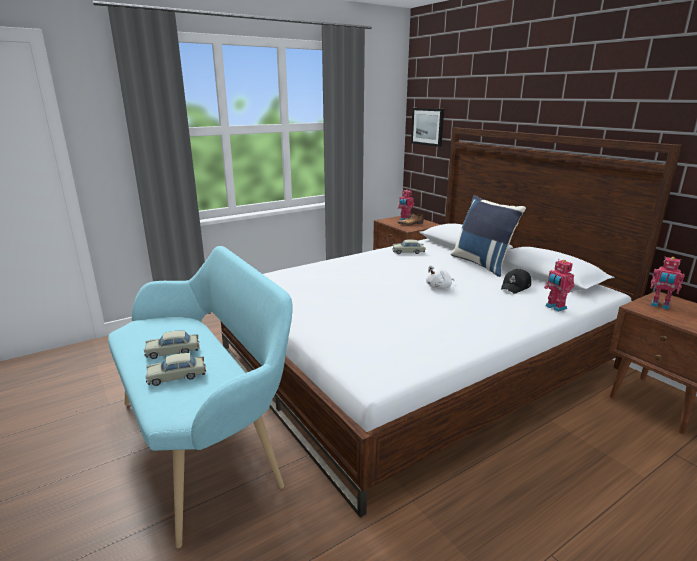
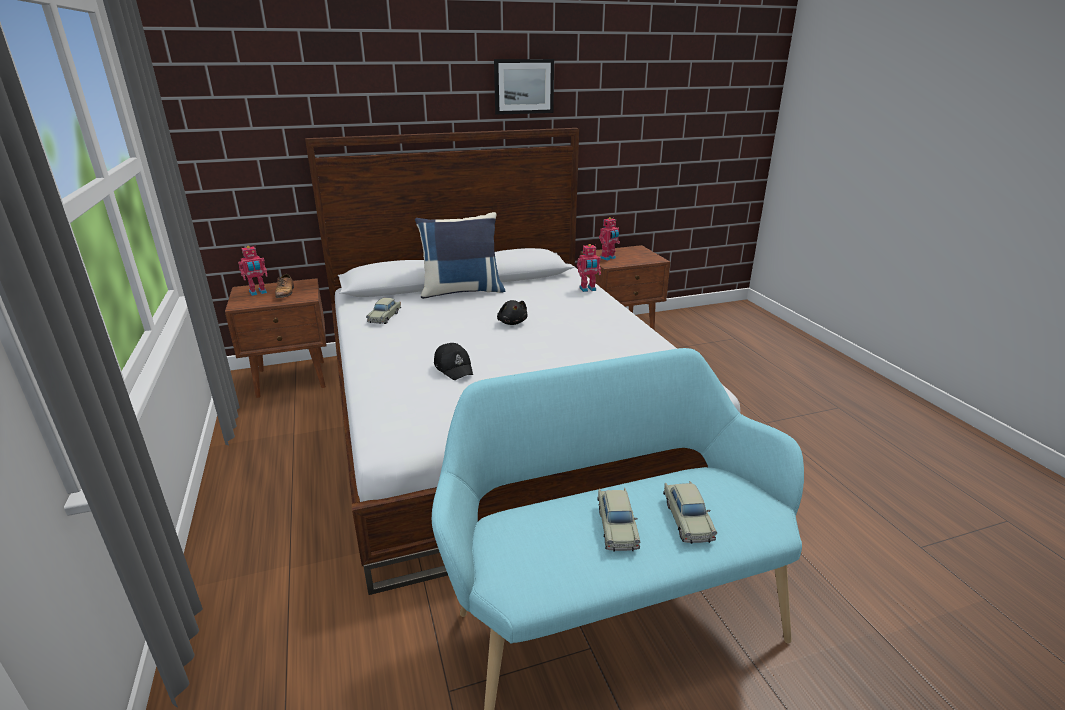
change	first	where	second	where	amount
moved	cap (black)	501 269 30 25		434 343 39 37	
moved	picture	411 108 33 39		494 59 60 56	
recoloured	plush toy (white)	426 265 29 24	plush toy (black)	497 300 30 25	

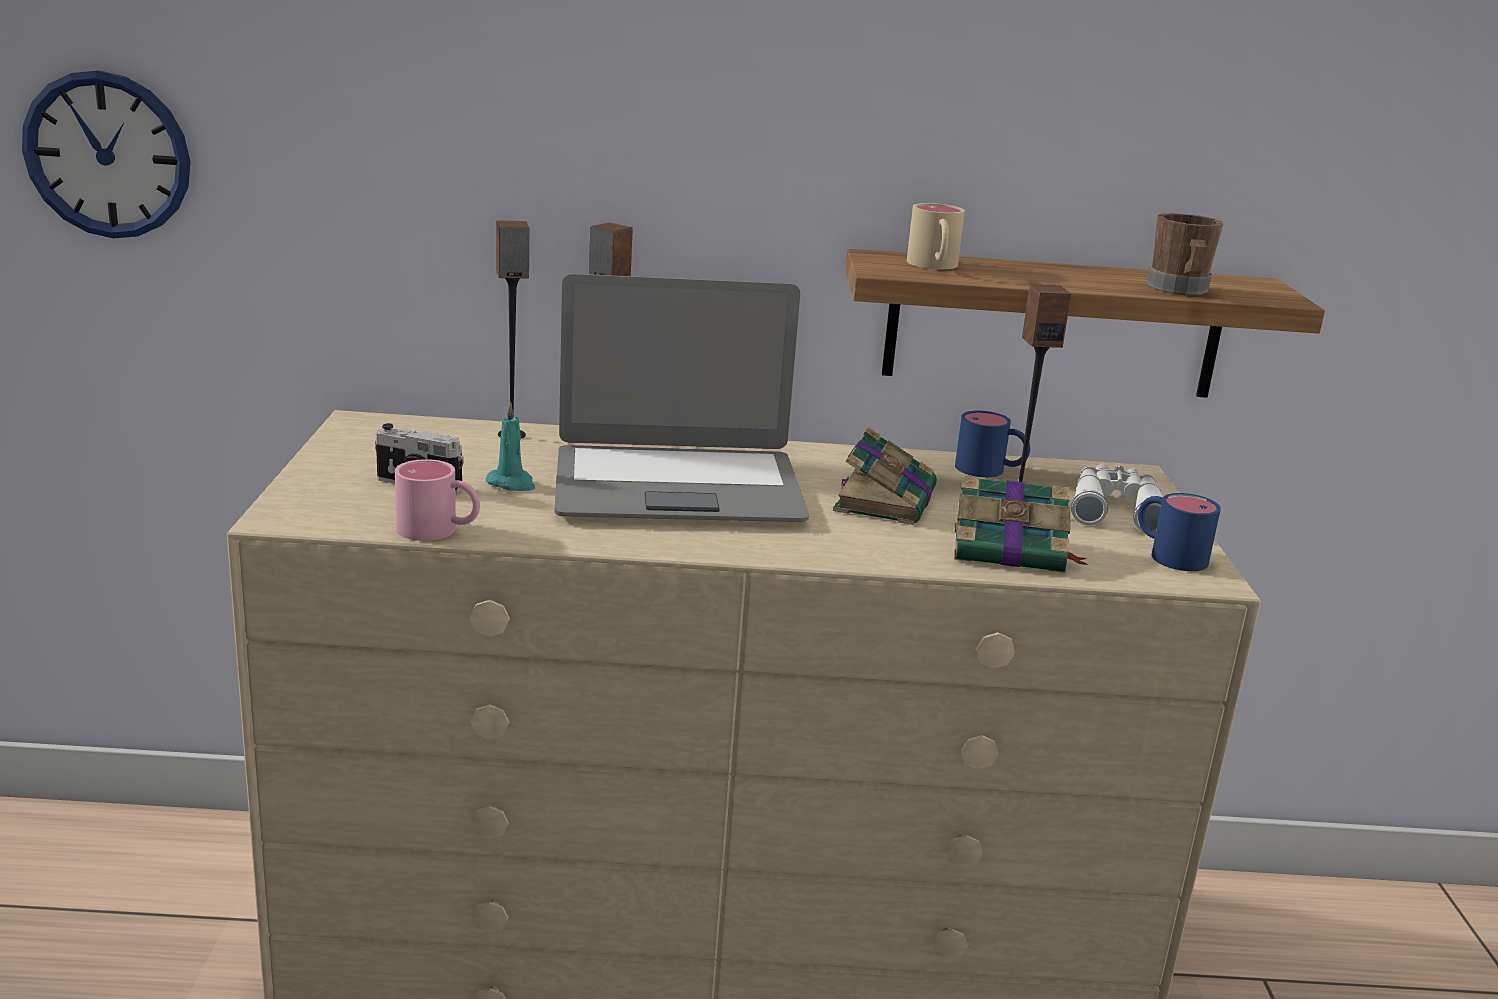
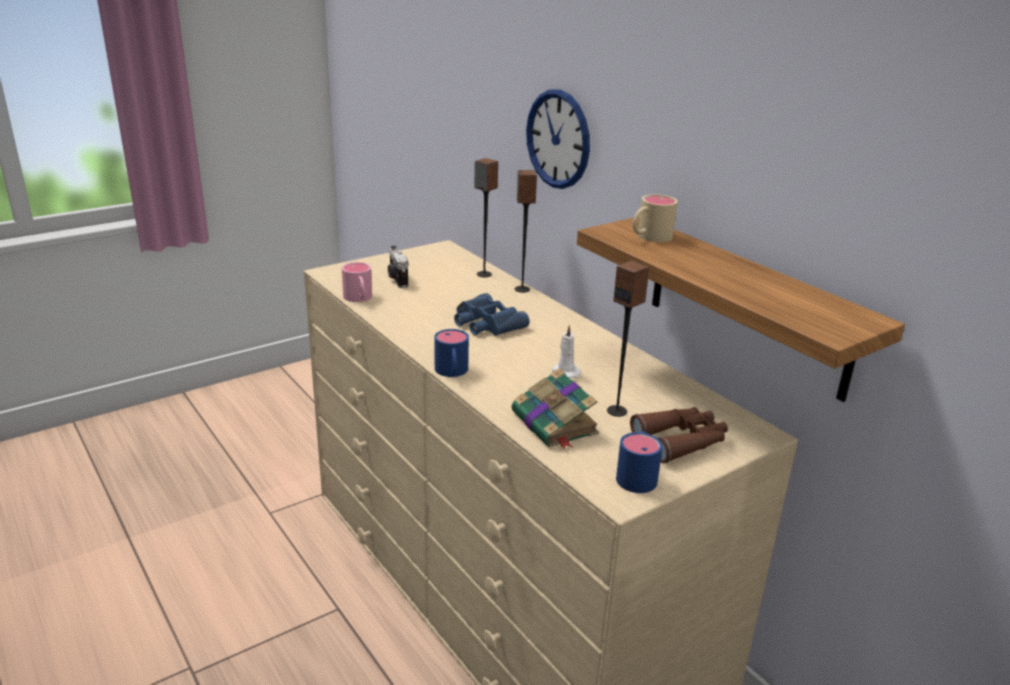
change	first	where	second	where	amount
moved	mug (blue)	955 411 75 66		434 329 35 48	
replaced	laptop	554 274 255 248	binoculars (blue)	454 293 75 43	
moved	wall clock	22 70 169 168		526 89 64 100	
replaced	book	833 427 104 98	candle (white)	552 325 29 53	
recoloured	binoculars (white)	1071 464 92 69	binoculars (brown)	630 407 98 56	
removed	candle (turquoise)	485 401 50 90			
removed	mug (brown)	1147 213 76 82			

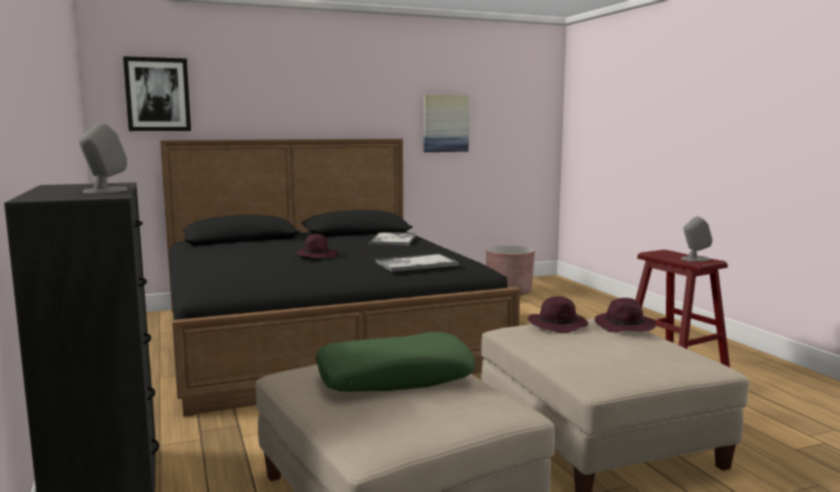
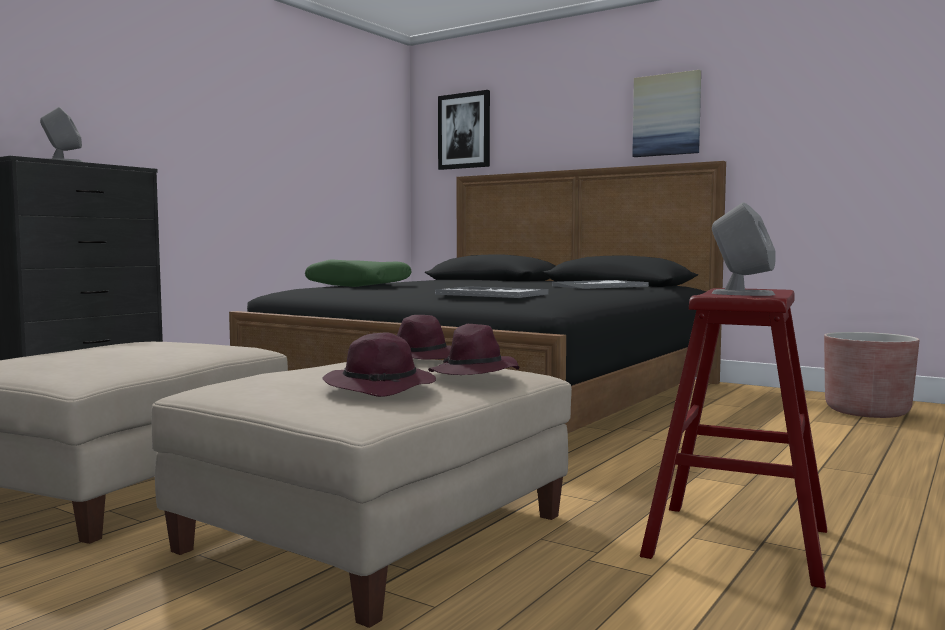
change	first	where	second	where	amount
moved	pillow (green)	316 332 159 60		305 259 106 28	
moved	hat (purple)	295 234 43 24		322 332 114 65	
moved	picture	424 95 45 57		632 70 69 87	

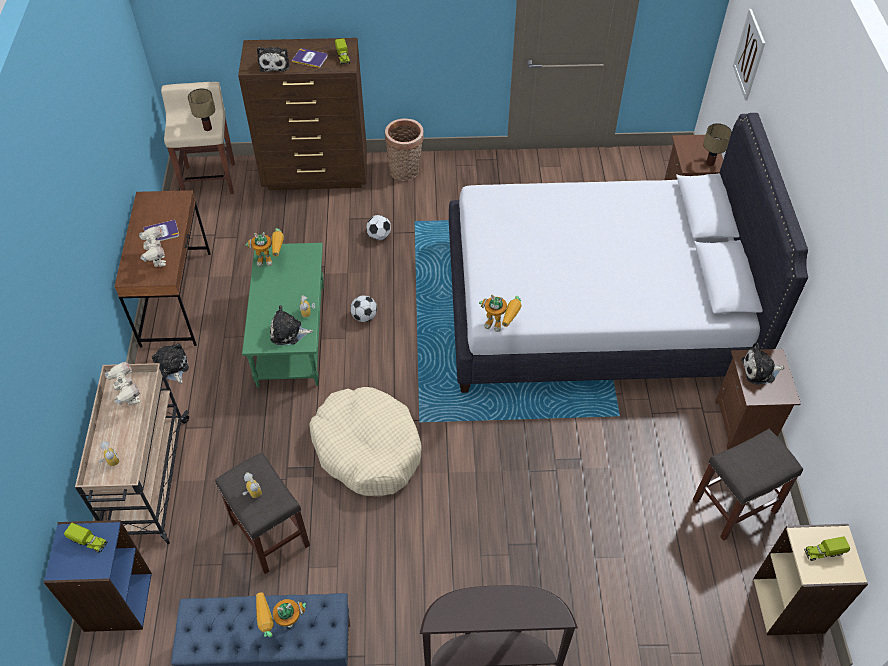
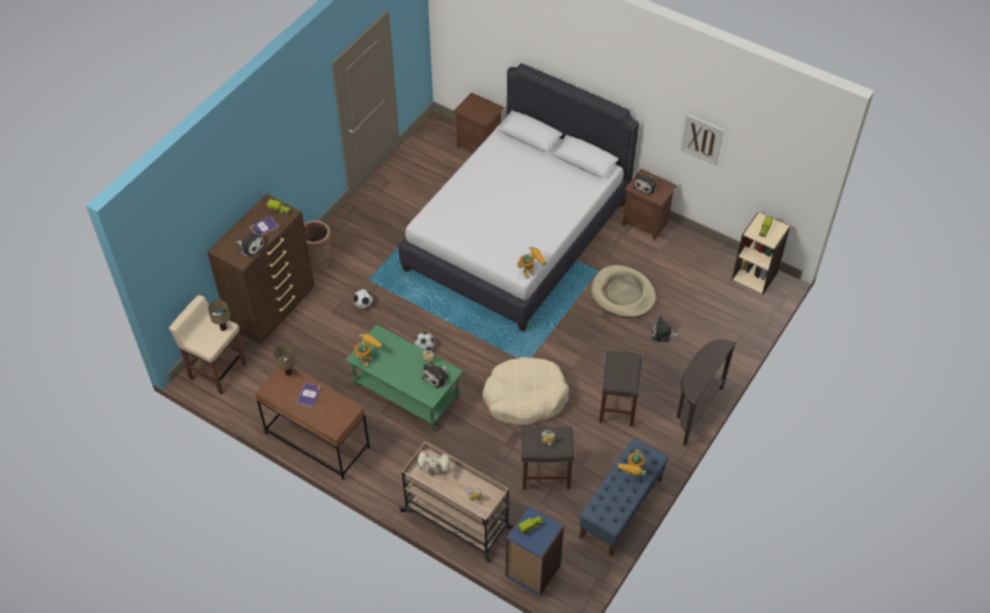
change	first	where	second	where	amount
moved	table lamp	703 123 29 43		274 345 22 31	
added			dog bed (beige)	591 265 65 53	
moved	stool (grey)	693 429 110 112		599 351 43 75	
moved	plush toy	152 343 37 41		651 315 29 27	
moved	picture	733 9 32 92		681 114 43 51	
removed	toy robot	139 226 27 41			

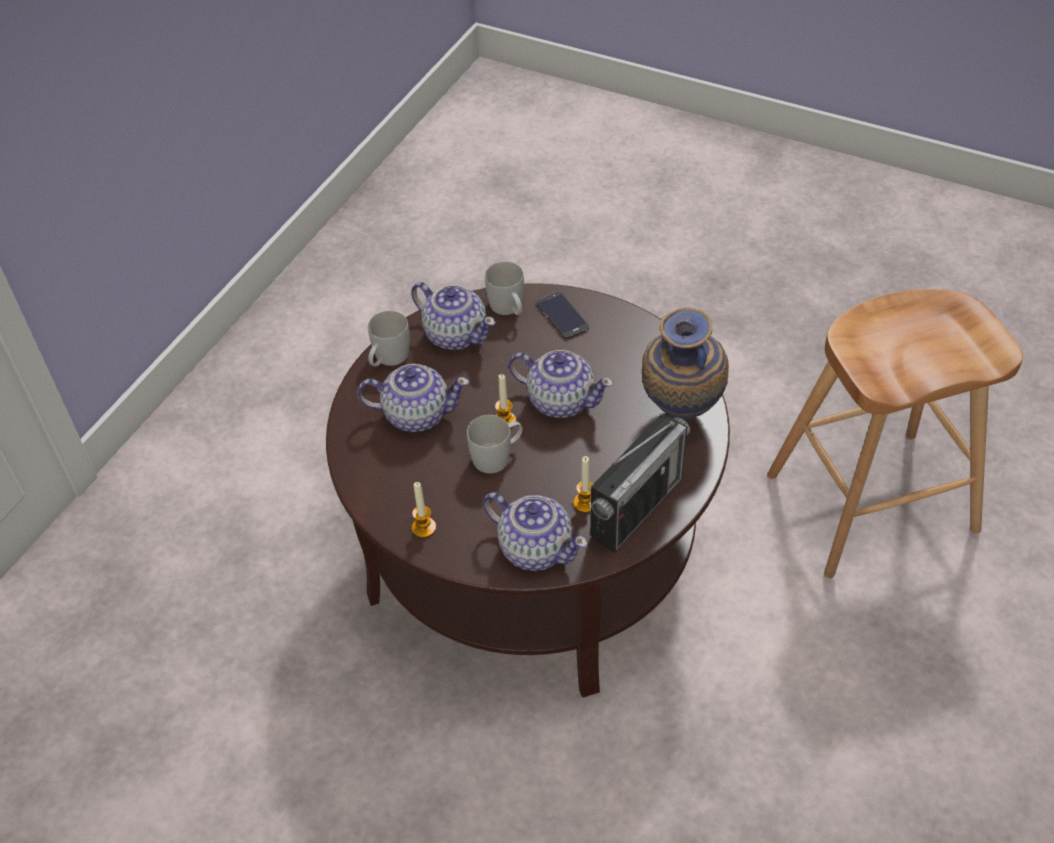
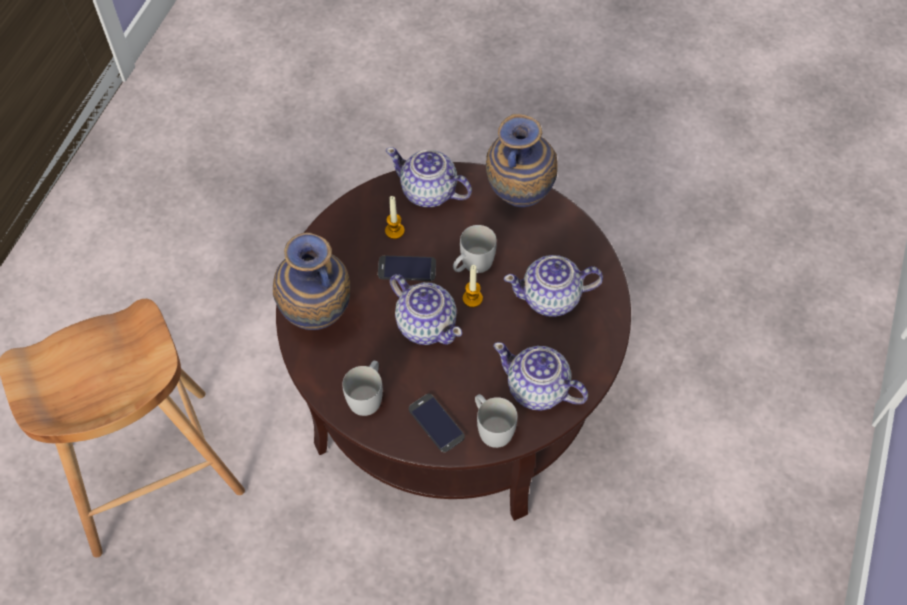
change	first	where	second	where	amount
moved	mug (white)	368 311 42 56		342 361 41 55	
added			phone	378 256 58 25	
turned	teapot	509 350 105 68		390 274 72 71	150 degrees counterclockwise
replaced	candle	412 482 24 56	vase	486 114 72 93	
removed	radio	590 415 100 138			

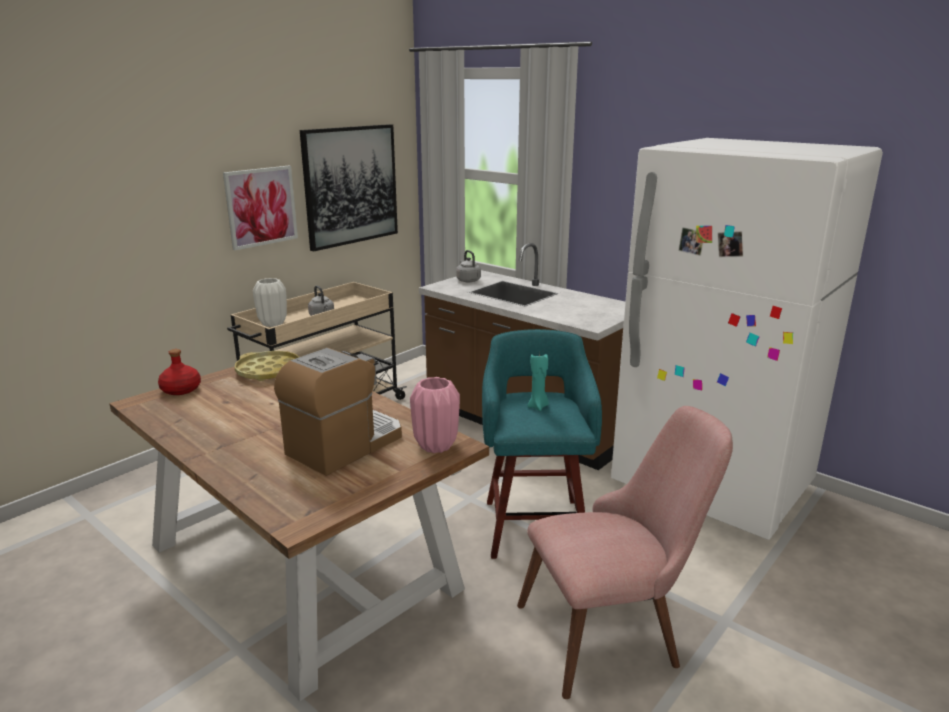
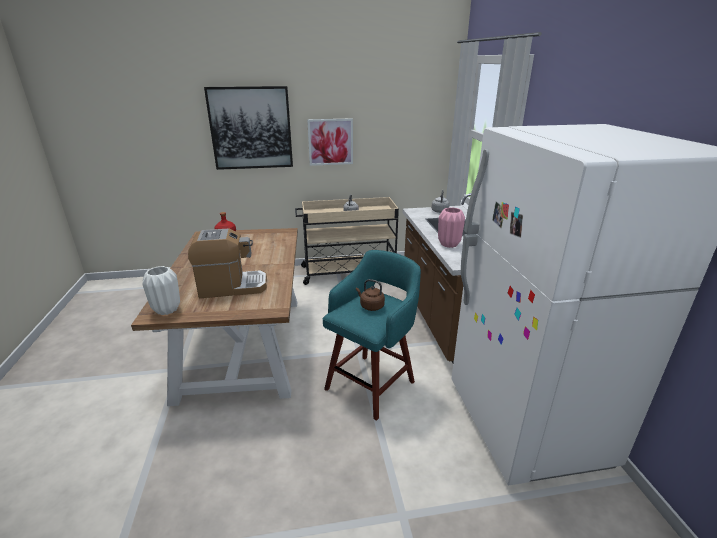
change	first	where	second	where	amount
moved	vase (white)	253 278 34 49		142 266 38 49	
moved	picture	300 124 98 127		204 86 89 84	
replaced	candle (turquoise)	527 353 22 58	kettle (brown)	356 279 29 32	
moved	vase (pink)	410 377 50 76		438 208 27 40	
removed	tray (yellow)	234 351 65 30			
removed	chair (pink)	517 406 216 293			

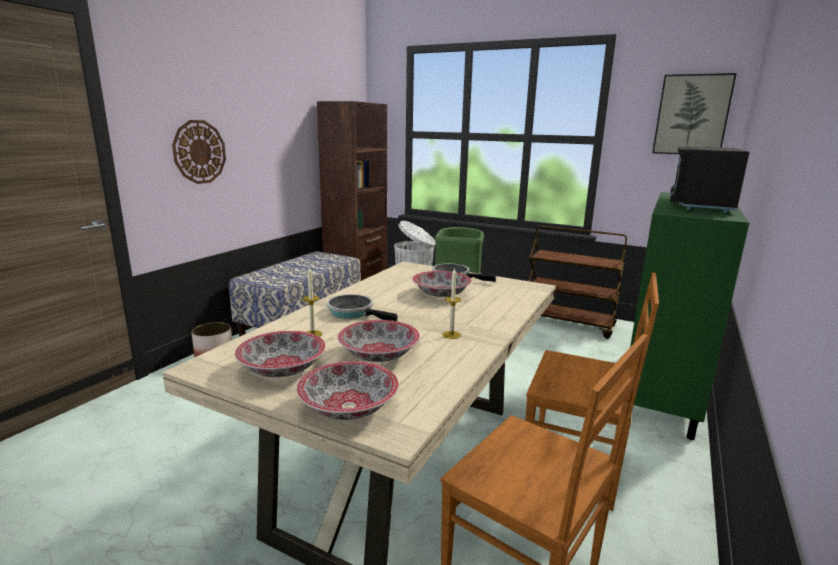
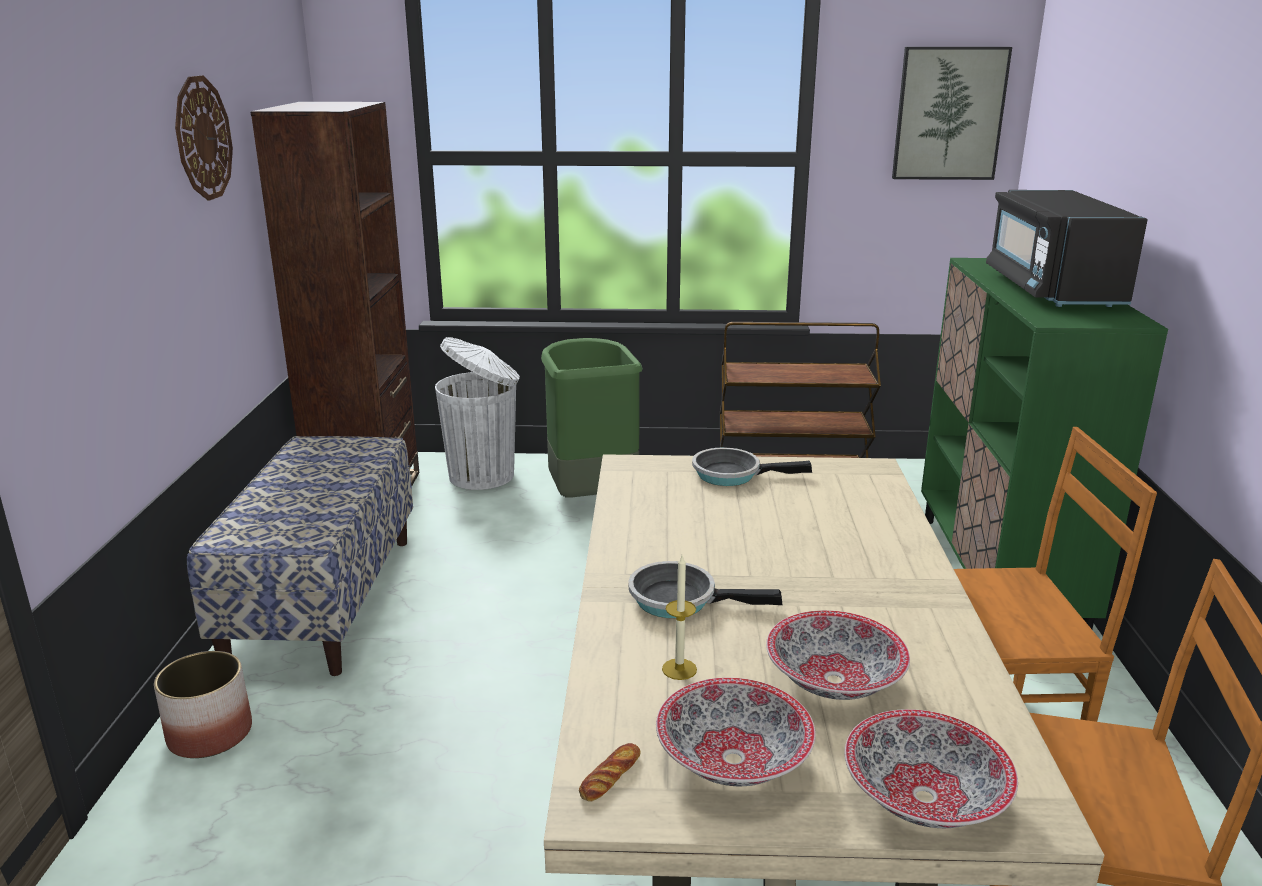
change	first	where	second	where	amount
moved	wall clock	172 120 54 64		175 75 58 126	
added			bread	579 743 62 59	
removed	bowl	412 271 60 26			
removed	candle	442 268 19 71			

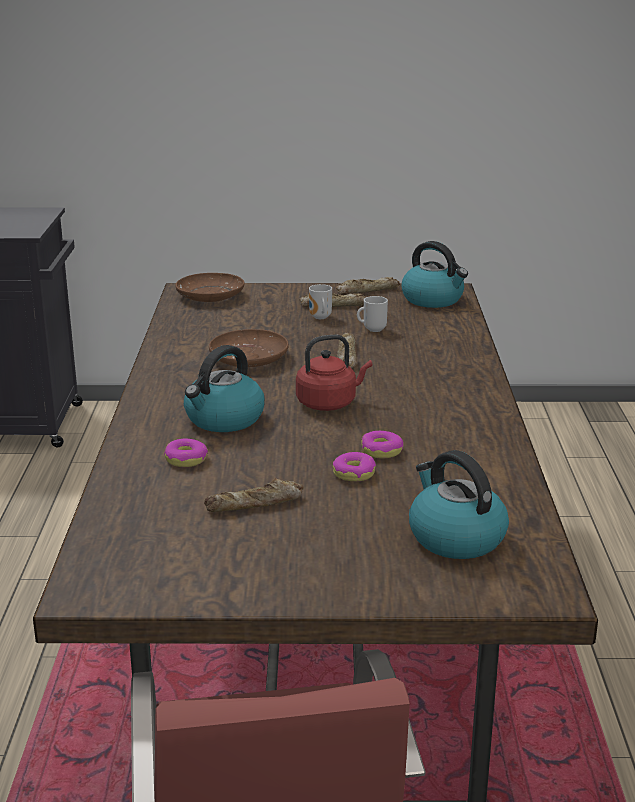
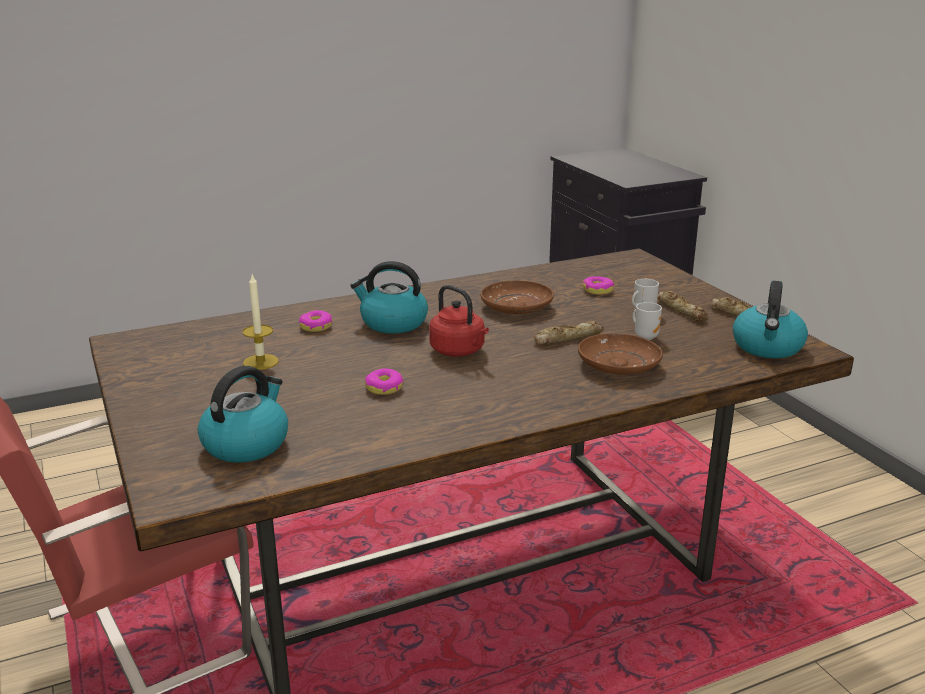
change	first	where	second	where	amount
replaced	bread	204 478 99 34	candle	242 275 37 95	
moved	plate (brown)	175 273 69 29		578 334 85 41	
moved	donut	333 452 43 29		583 276 31 19	

